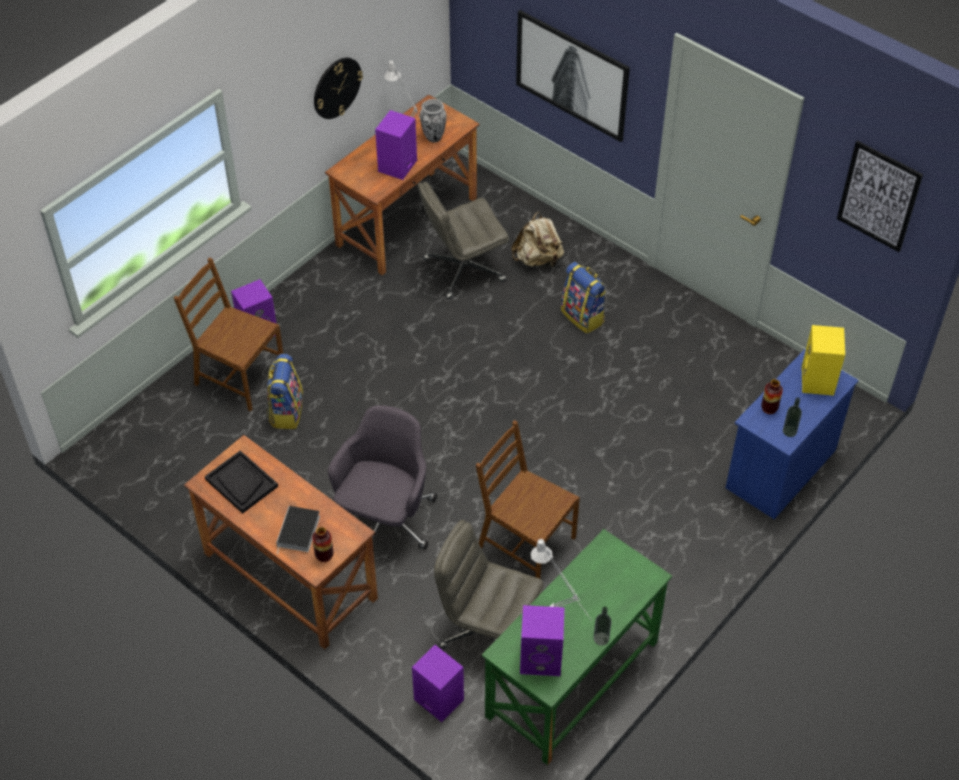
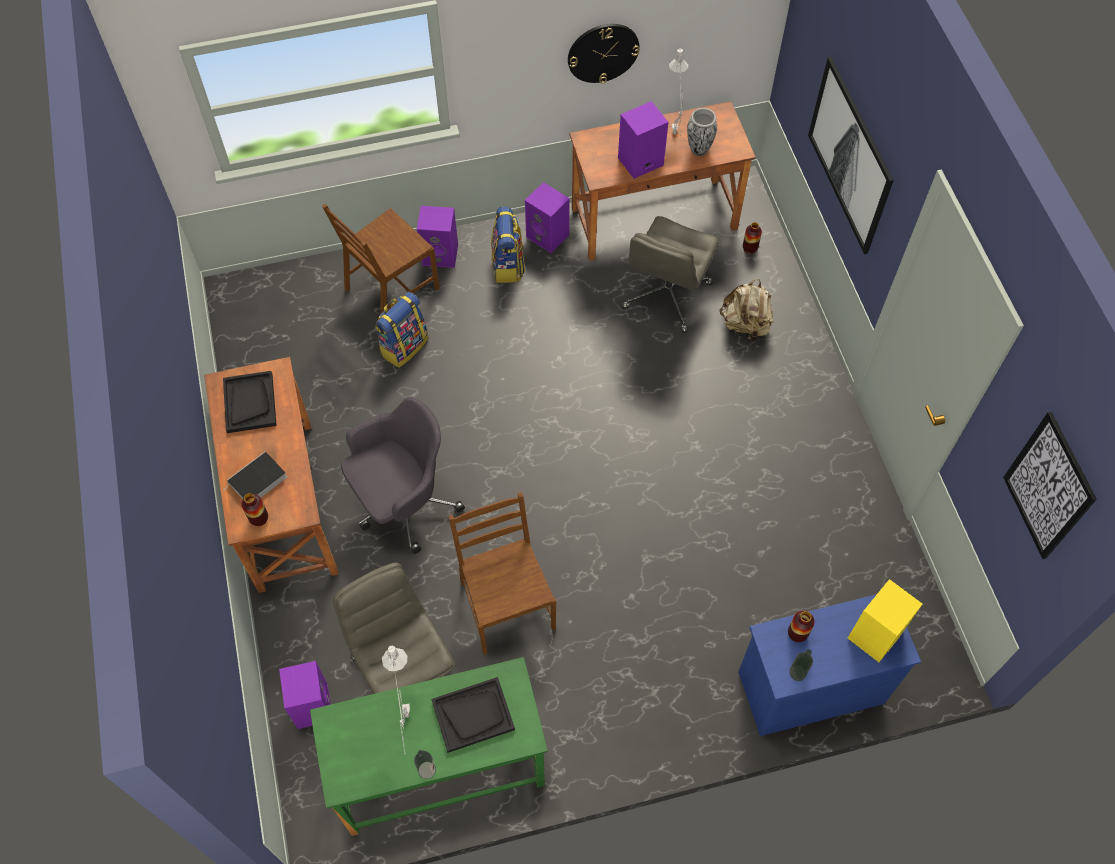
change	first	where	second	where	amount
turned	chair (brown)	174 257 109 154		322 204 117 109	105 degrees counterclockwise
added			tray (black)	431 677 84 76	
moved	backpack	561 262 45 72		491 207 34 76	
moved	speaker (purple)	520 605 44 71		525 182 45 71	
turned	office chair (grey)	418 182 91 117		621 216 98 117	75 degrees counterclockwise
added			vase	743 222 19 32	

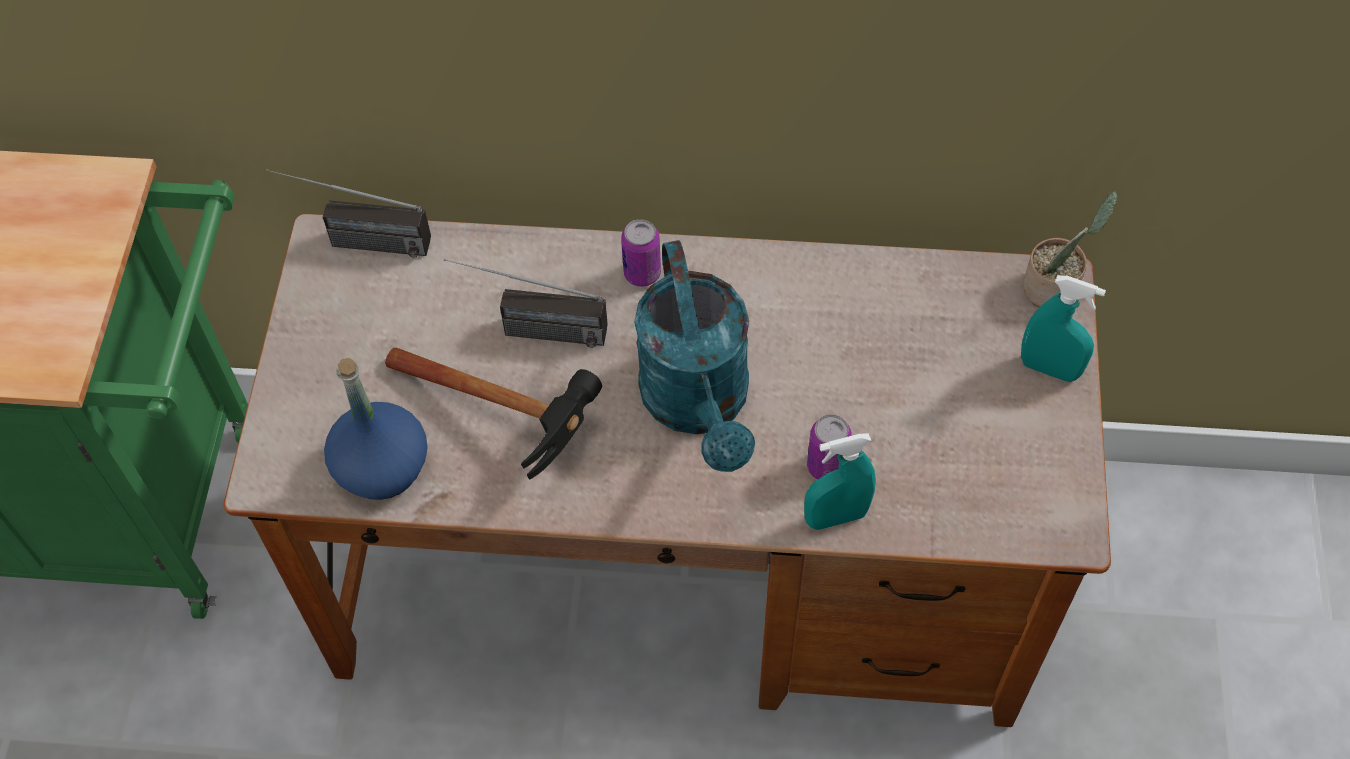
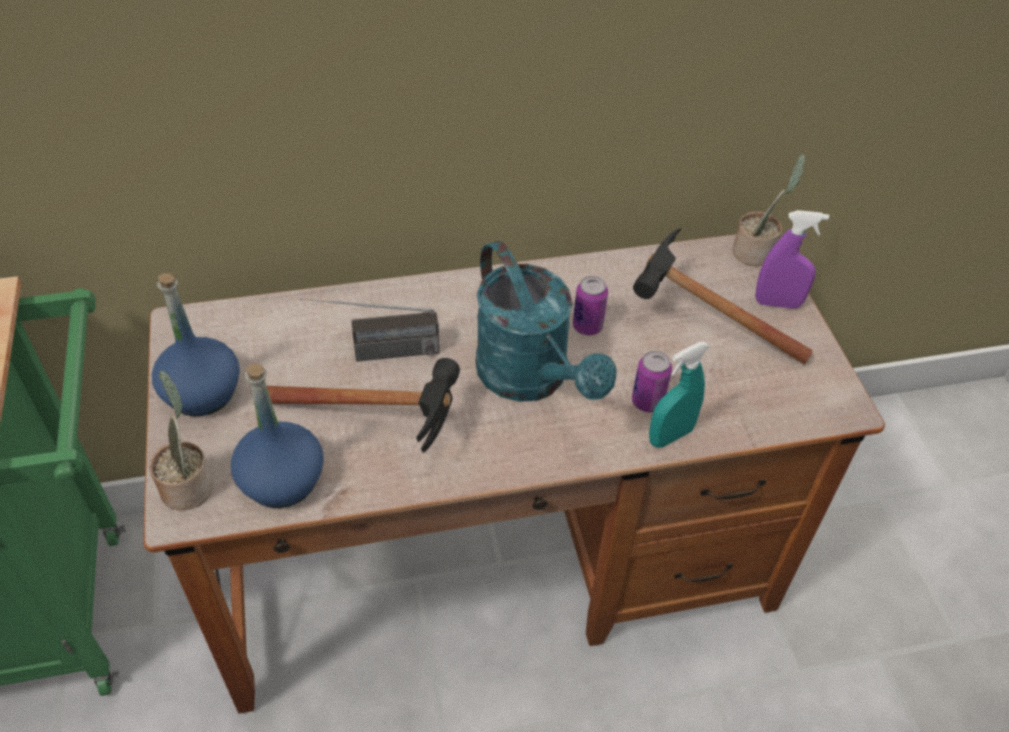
change	first	where	second	where	amount
added			potted plant	150 371 63 139	
added			bottle (blue)	152 273 88 143	
moved	can	621 219 40 68		573 276 35 59	
added			hammer	633 228 179 136	
recoloured	spray bottle (turquoise)	1021 275 85 107	spray bottle (purple)	755 210 74 99	
removed	radio	266 169 165 89			

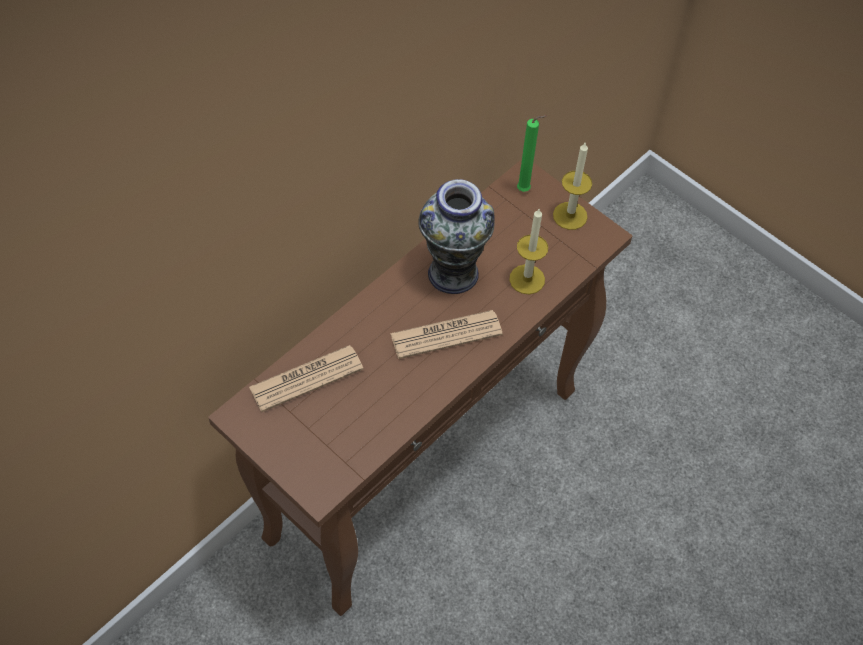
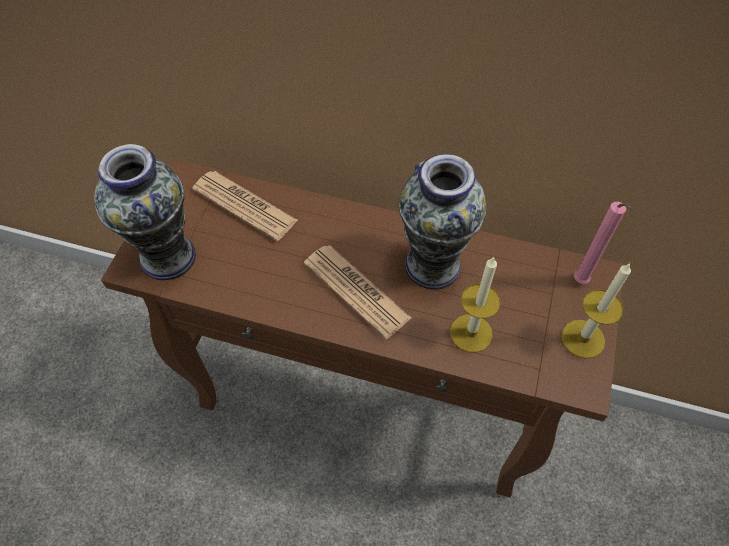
change	first	where	second	where	amount
added			vase	94 144 102 136	
recoloured	candle (green)	517 115 30 77	candle (pink)	574 202 60 82	

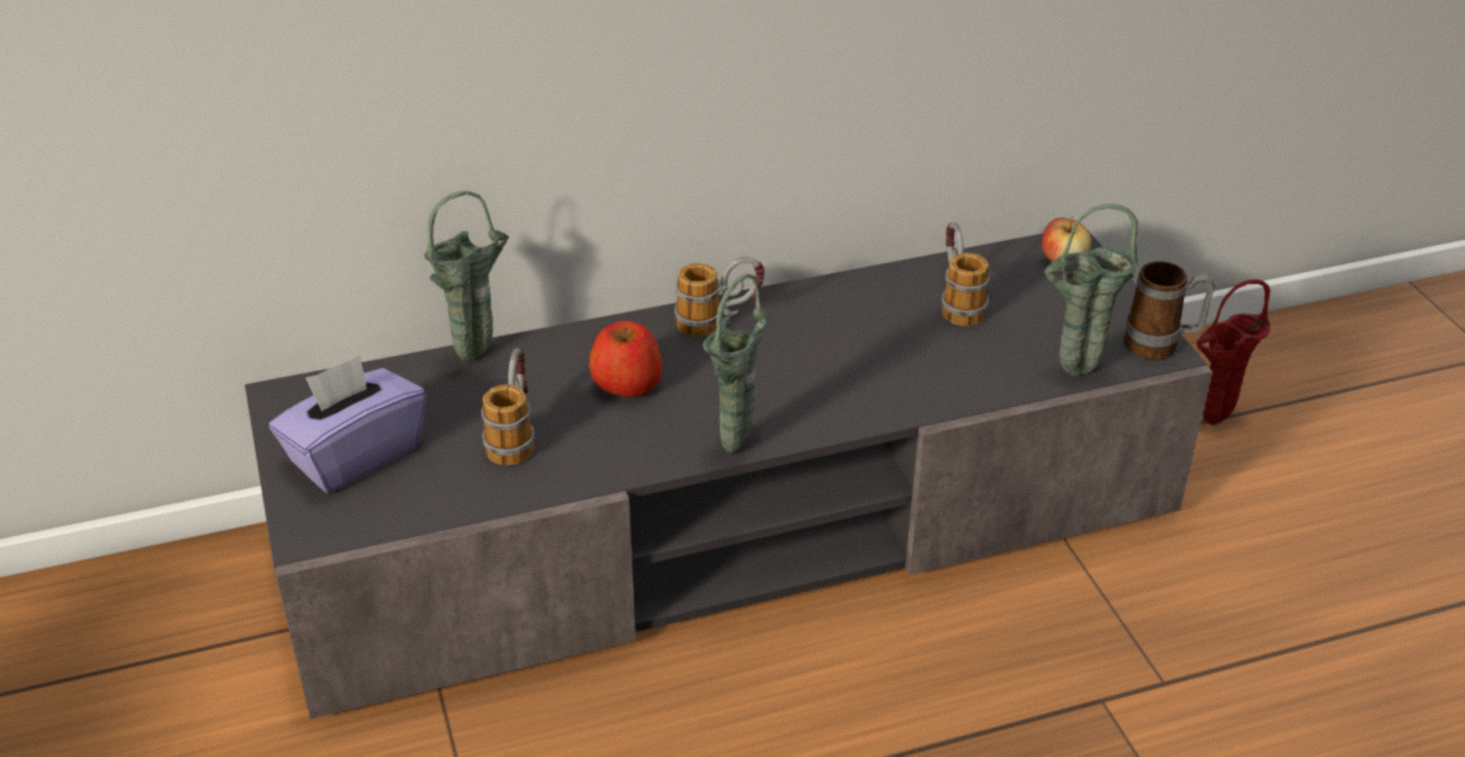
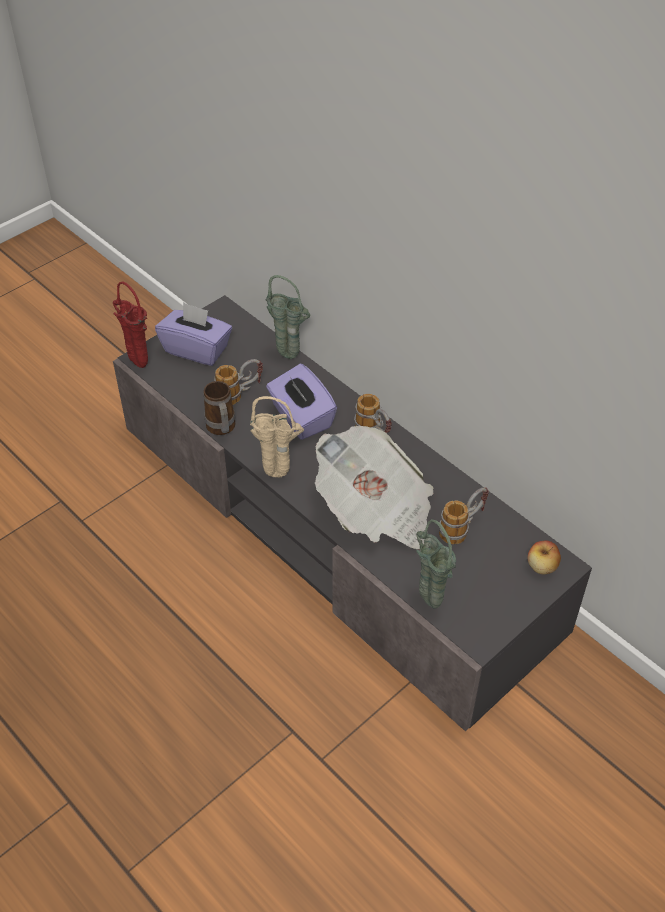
change	first	where	second	where	amount
moved	vase (red)	1196 279 75 146		113 281 35 87	
moved	mug	1123 261 92 99		203 381 33 54	
recoloured	vase (green)	703 274 66 180	vase (beige)	250 396 54 82	
replaced	apple	589 321 73 76	tissue box (purple)	266 364 71 76	
added			newspaper	315 426 119 123	

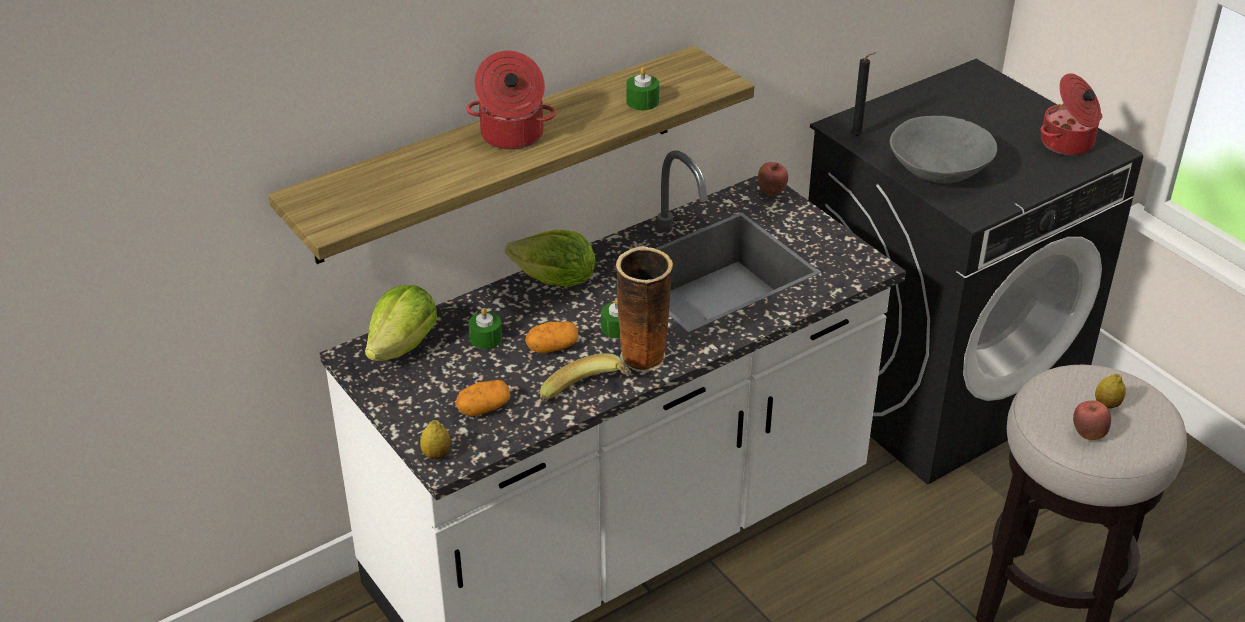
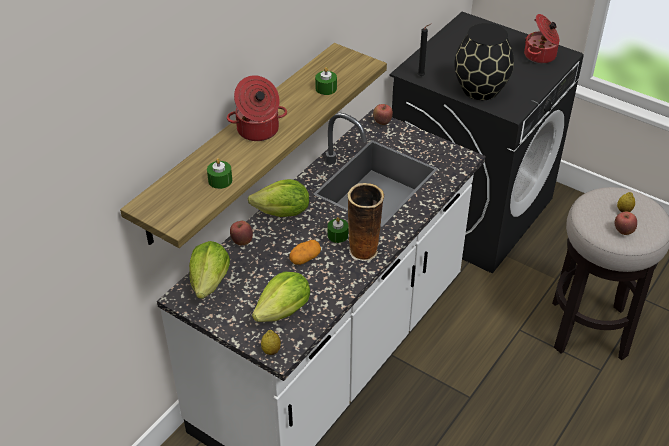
change	first	where	second	where	amount
moved	candle (green)	468 308 34 41		207 158 25 31	
added			apple	230 221 23 24	
replaced	potato	455 380 55 36	lettuce	252 272 58 50	
replaced	bowl (grey)	890 116 107 67	vase (black)	454 23 60 77	
removed	banana	540 353 92 49			

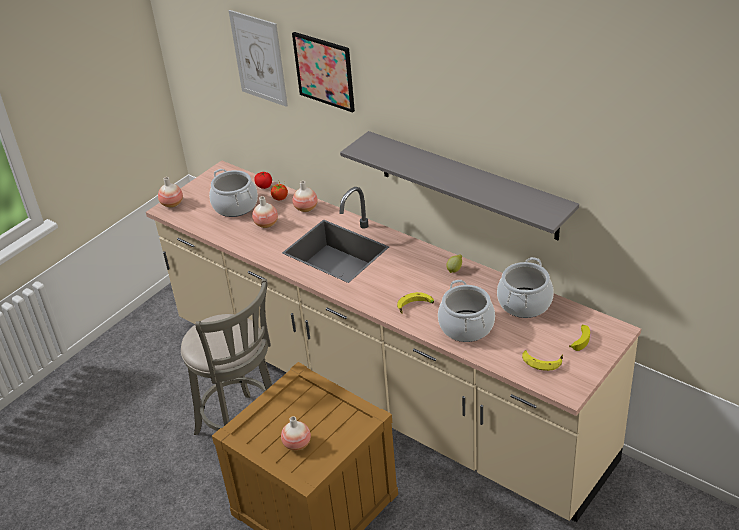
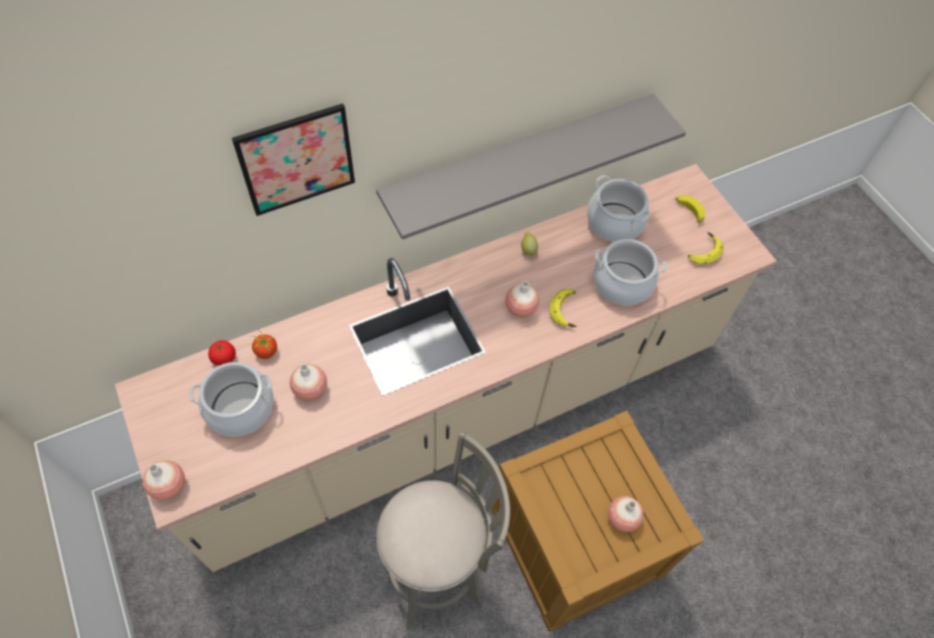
change	first	where	second	where	amount
moved	vase	292 181 26 31		505 281 34 36	
removed	picture	229 10 59 97			

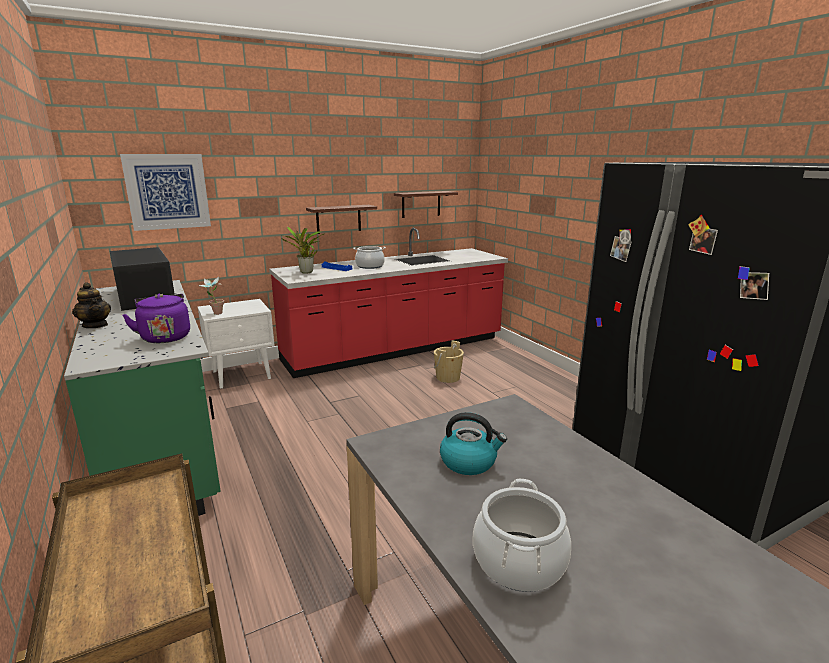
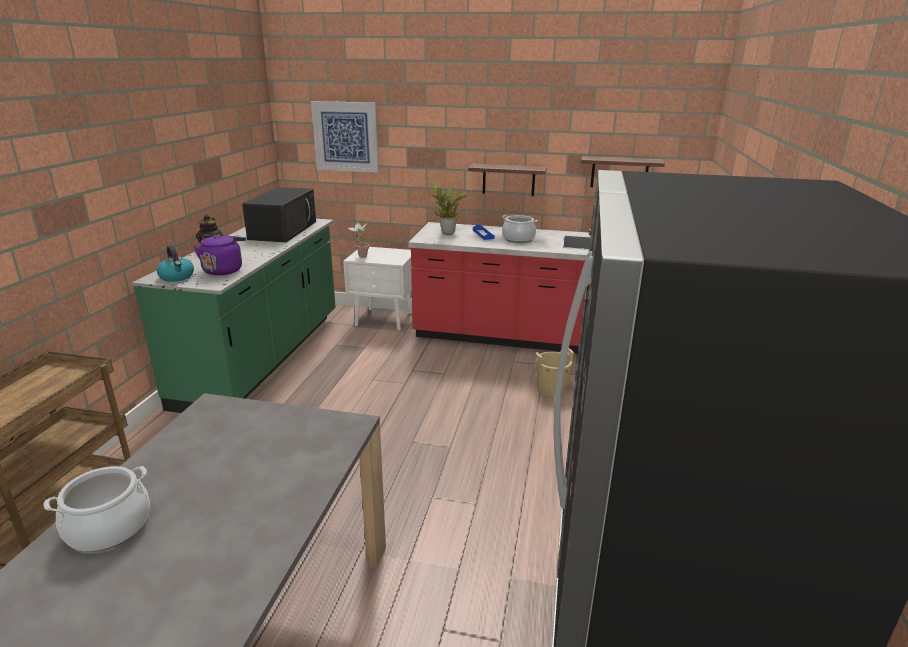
change	first	where	second	where	amount
moved	kettle	440 412 67 63		157 245 37 37	

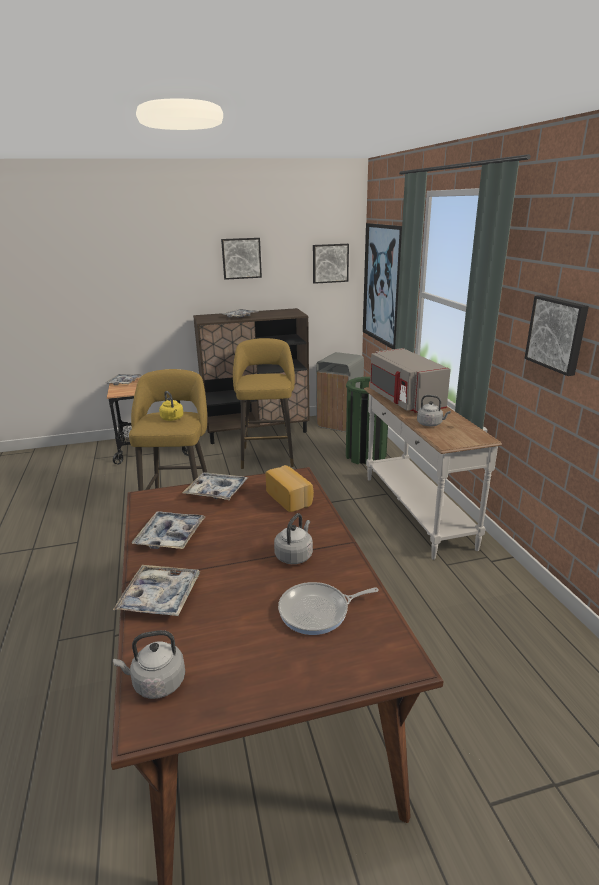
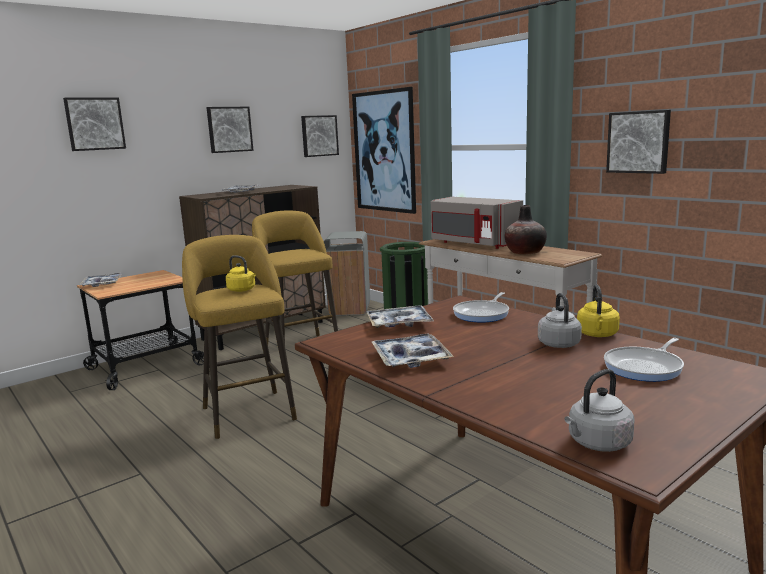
change	first	where	second	where	amount
added			picture	63 98 63 53	
replaced	bread	265 465 49 47	frying pan	453 292 56 31	
replaced	kettle (grey)	417 395 34 31	vase	505 205 42 50	
added			kettle (yellow)	577 284 43 53	
removed	tray	113 565 87 51			

